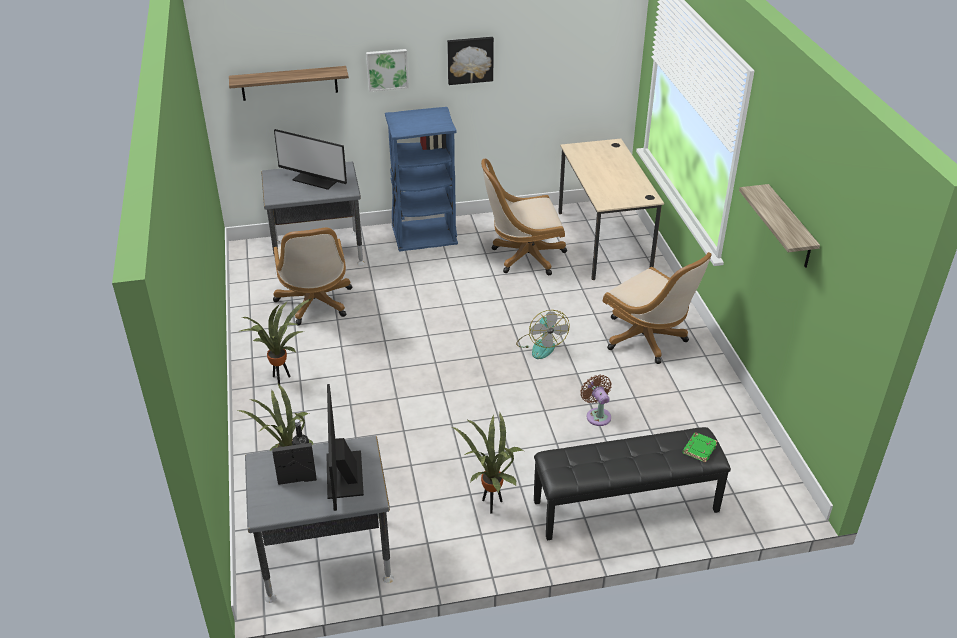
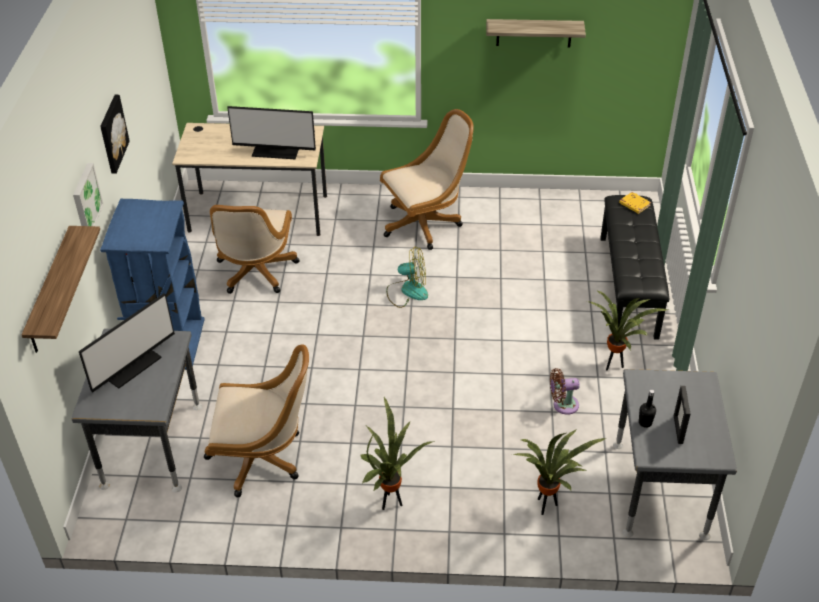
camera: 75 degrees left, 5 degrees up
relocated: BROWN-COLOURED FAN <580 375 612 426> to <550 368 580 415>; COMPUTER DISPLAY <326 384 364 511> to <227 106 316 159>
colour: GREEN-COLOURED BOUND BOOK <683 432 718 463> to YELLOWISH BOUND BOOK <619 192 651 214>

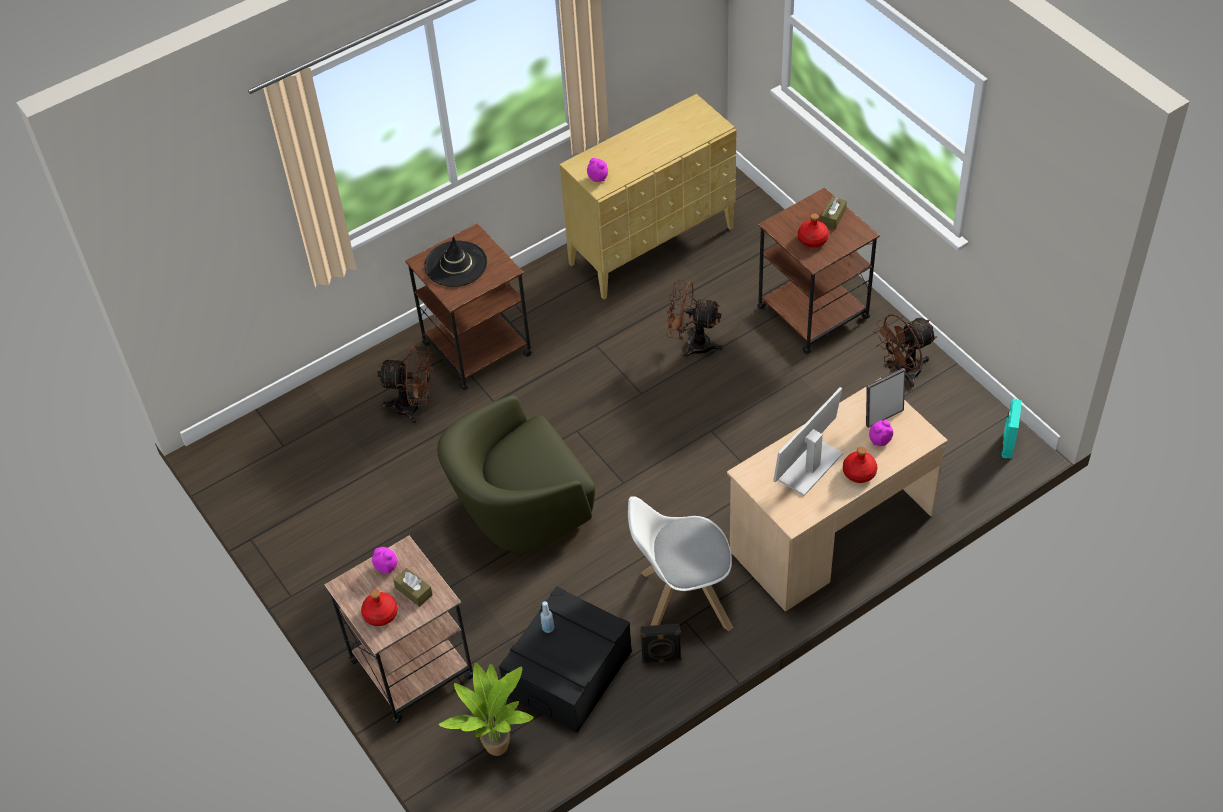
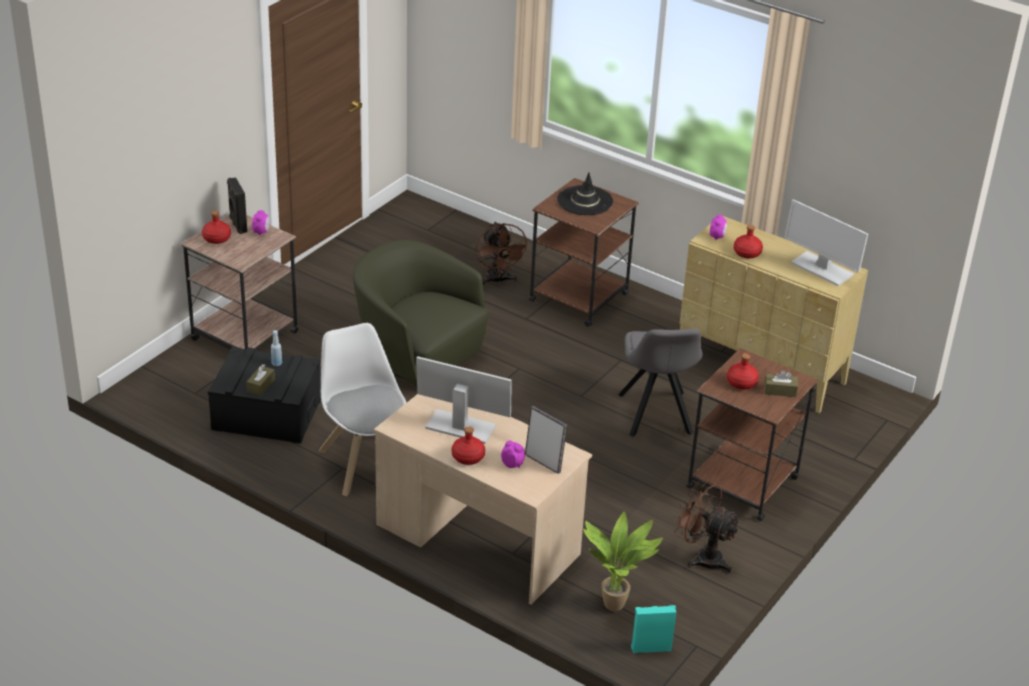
camera: 65 degrees right, 15 degrees down
appeared: COMPUTER DISPLAY <784 199 868 286>; REDDISH BOTTLE <734 225 763 258>
relocated: BROWN-COLOURED TISSUE HOLDER <393 568 433 607> to <246 364 275 396>; BLACK SPEAKER <640 624 681 663> to <227 177 247 234>; HOUSEPLANT <439 663 534 756> to <583 512 663 612>
exchanged: BROWN-COLOURED FAN <665 280 723 359> to GREYISH PLAIN CHAIR <618 328 703 437>

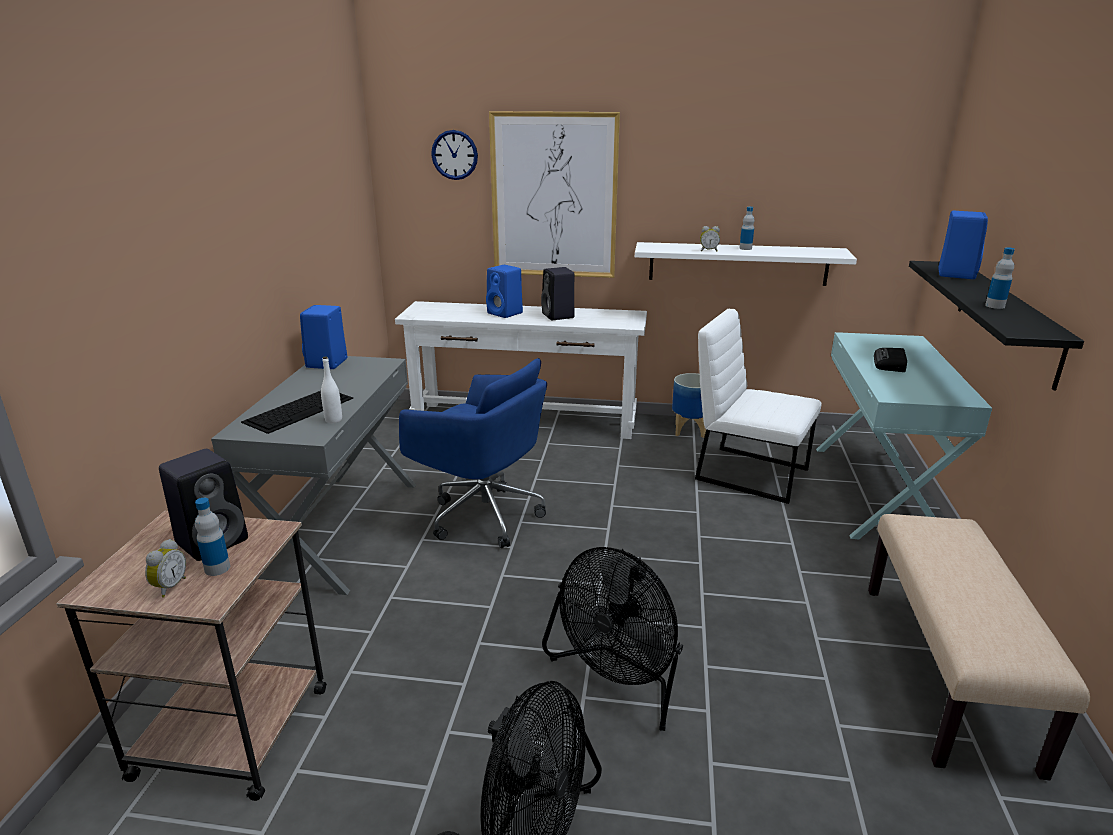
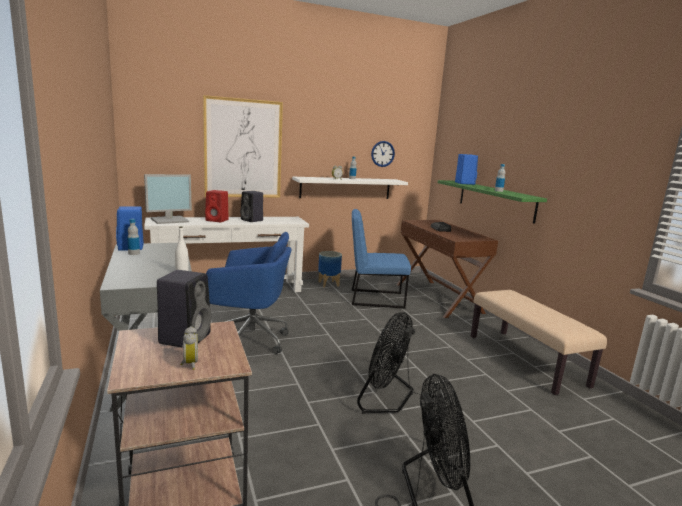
camera: 30 degrees left, 10 degrees down
missing: KEYBOARD <241 391 353 434>
appeared: COMPUTER DISPLAY <144 174 192 224>
relocated: HANGING CLOCK <431 130 478 180> to <371 141 395 167>; BOTTLE <195 498 230 576> to <127 219 140 255>
colour: BLACK WALL SHELF <909 261 1084 390> to GREEN-COLOURED WALL SHELF <438 180 547 224>; BLUISH SPEAKER <486 265 523 318> to REDDISH SPEAKER <205 190 229 222>; WHITE PLAIN CHAIR <695 309 822 504> to BLUISH PLAIN CHAIR <352 209 411 309>; TURQUOISE DESK UNIT <816 332 992 539> to BROWN-COLOURED DESK UNIT <396 220 498 318>
spun: BLACK FAN <542 547 683 731> = <357 312 446 414> 105 degrees clockwise

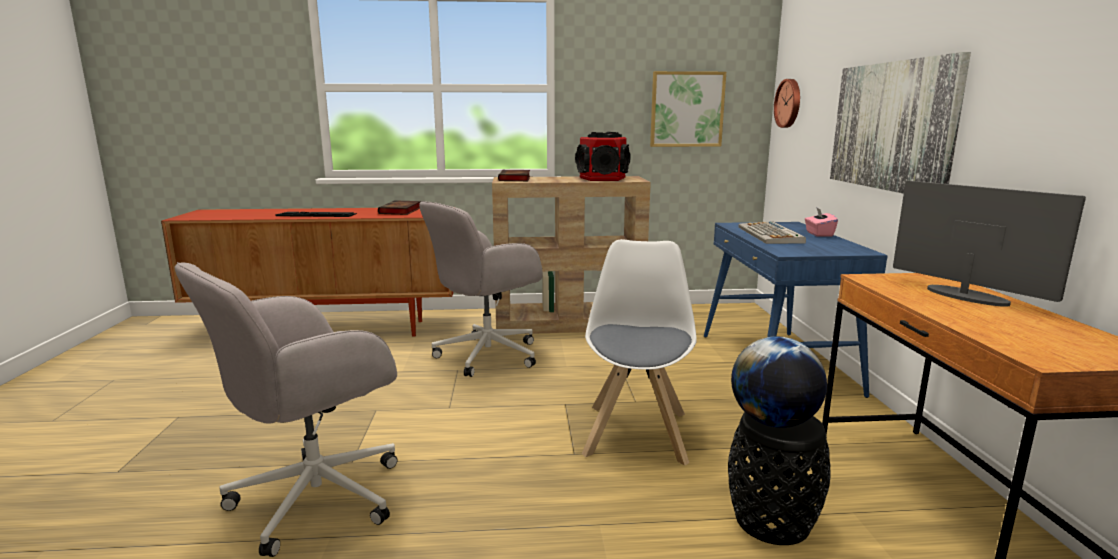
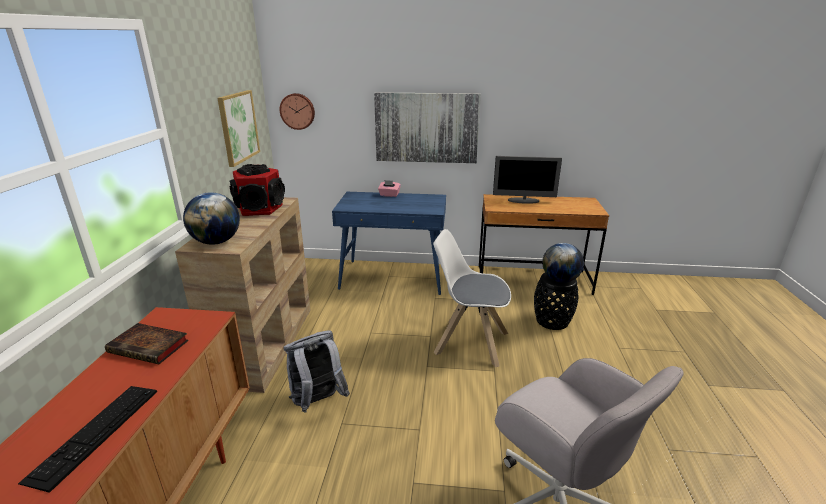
camera: 80 degrees left, 10 degrees up
missing: KEYBOARD <739 221 806 244>
exchanged: BOUND BOOK <498 170 530 181> to DESK GLOBE <183 192 240 245>; GREYISH DESK CHAIR <419 201 543 377> to GREYISH BACKPACK <284 330 350 413>
spun: COMPUTER DISPLAY <893 181 1086 307> = <493 156 562 204> 150 degrees counterclockwise

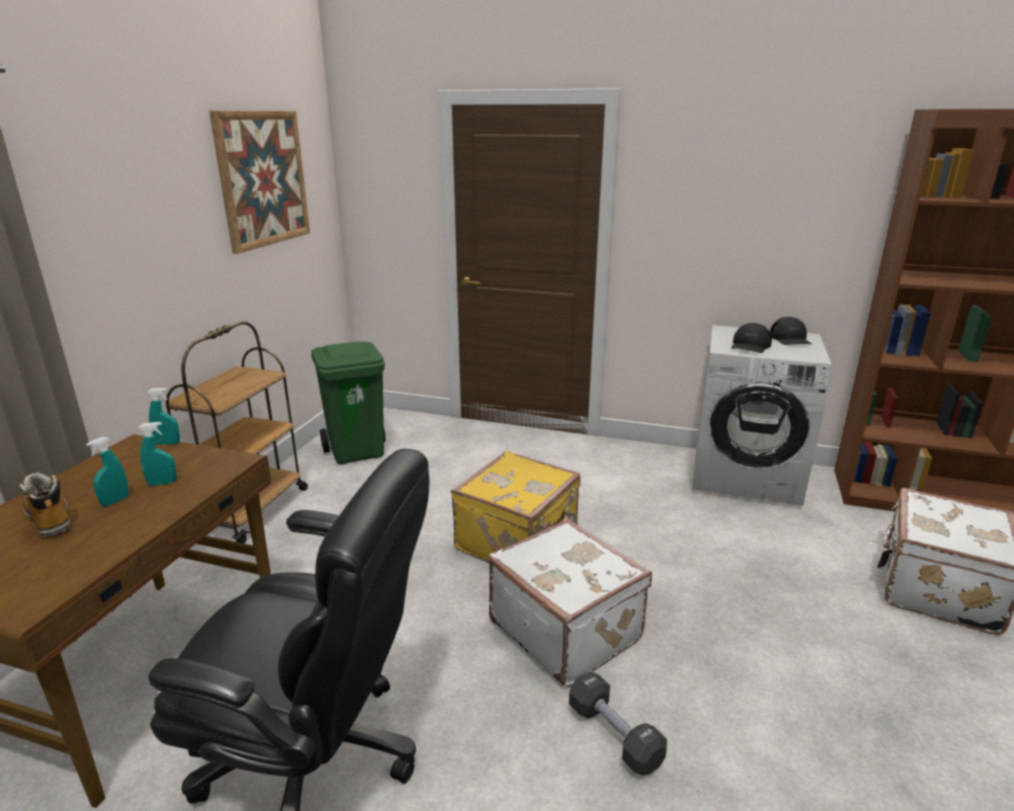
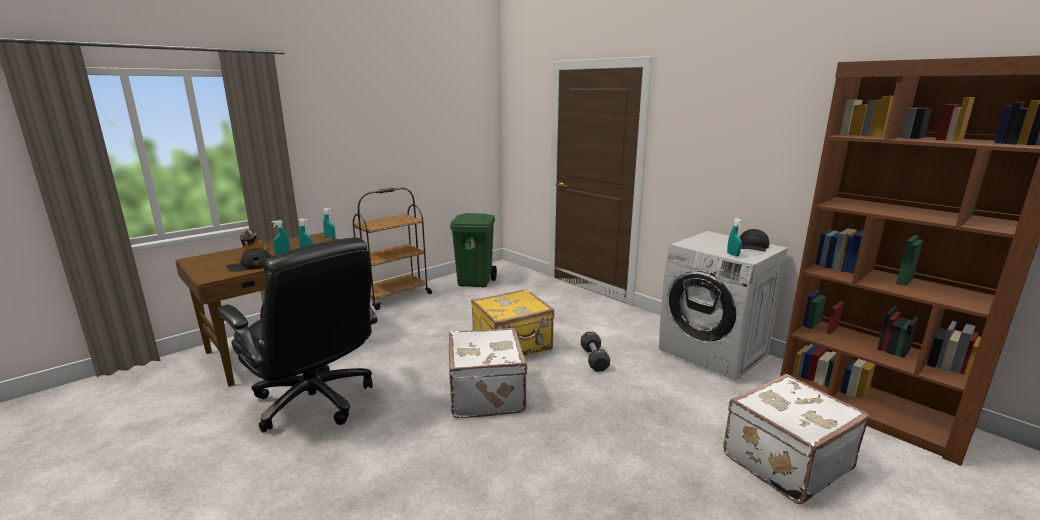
camera: 30 degrees right, 5 degrees down
missing: WALL PICTURE <209 111 310 254>
appeared: TURQUOISE SPRAY BOTTLE <727 218 743 256>
relocated: BLACK CAP <731 323 772 353> to <226 248 271 272>; BLACK FREE WEIGHT <569 671 667 775> to <581 332 610 372>

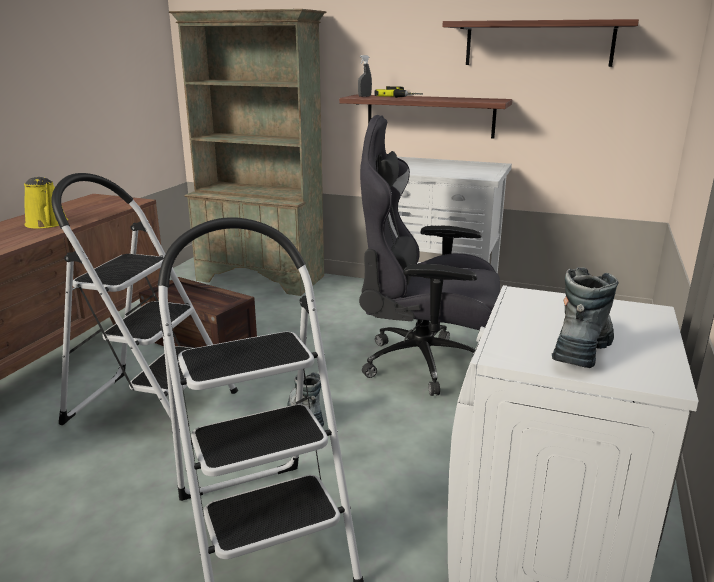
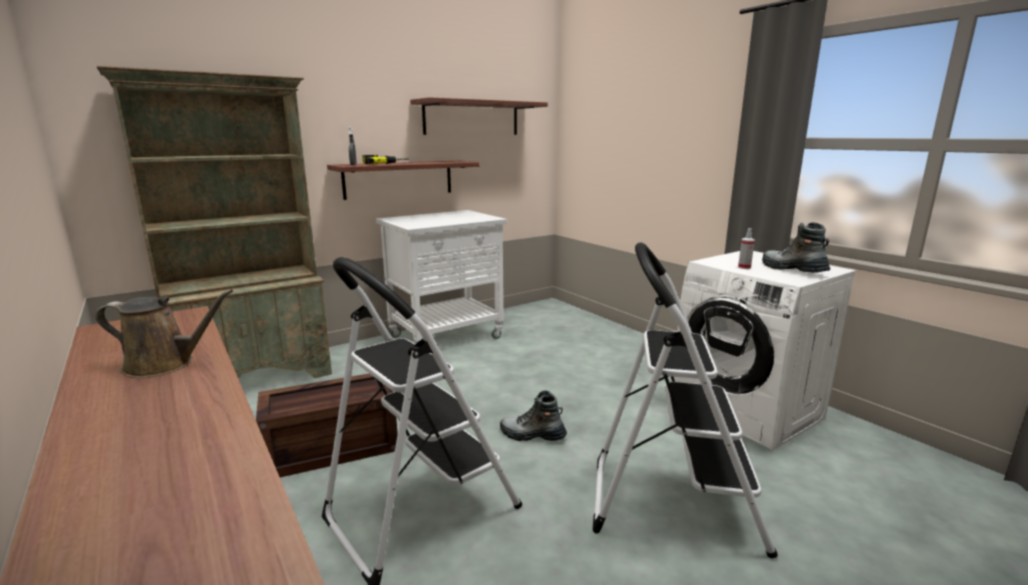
camera: 55 degrees left, 5 degrees down
missing: BLACK DESK CHAIR <359 115 500 396>
appeared: SPRAY BOTTLE <738 228 755 269>
colour: YELLOWISH WATERING POT <24 177 68 229> to BROWN-COLOURED WATERING POT <96 289 233 378>

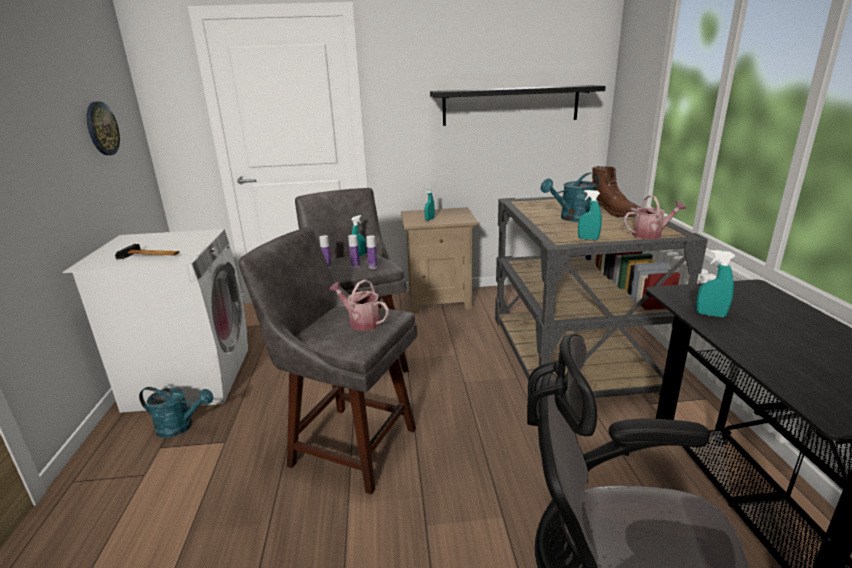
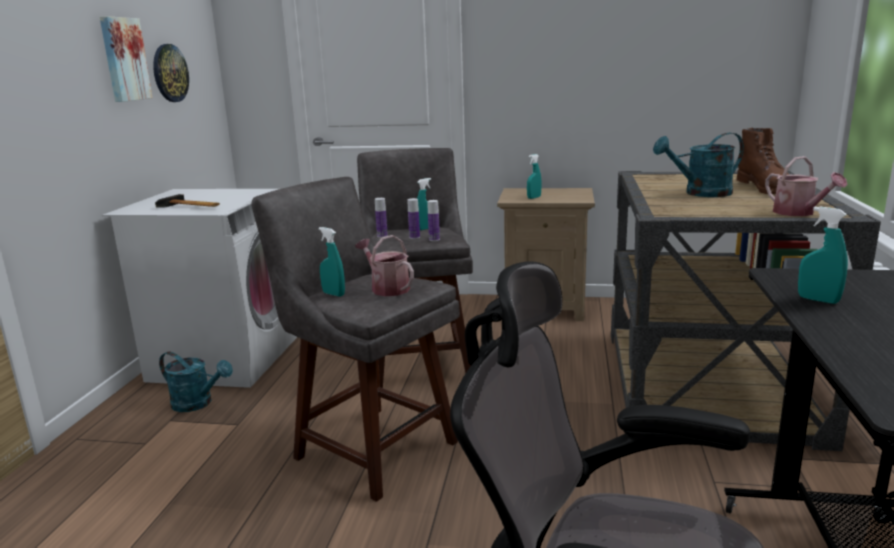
camera: 15 degrees right, 5 degrees down
missing: BLACK WALL SHELF <430 85 606 126>
appeared: WALL PICTURE <100 16 153 102>
relocated: TURQUOISE SPRAY BOTTLE <578 190 602 240> to <319 227 345 297>
spun: WATERING POT <623 195 686 239> = <765 156 848 216> 60 degrees clockwise

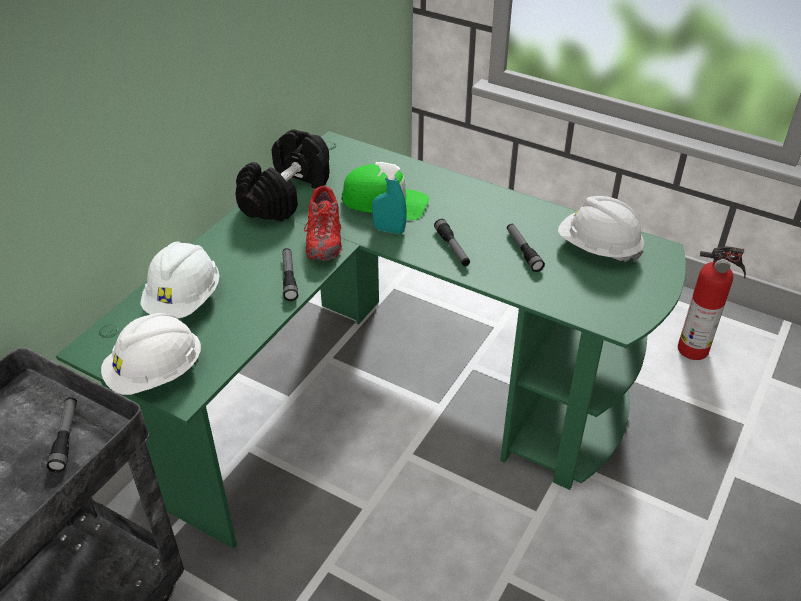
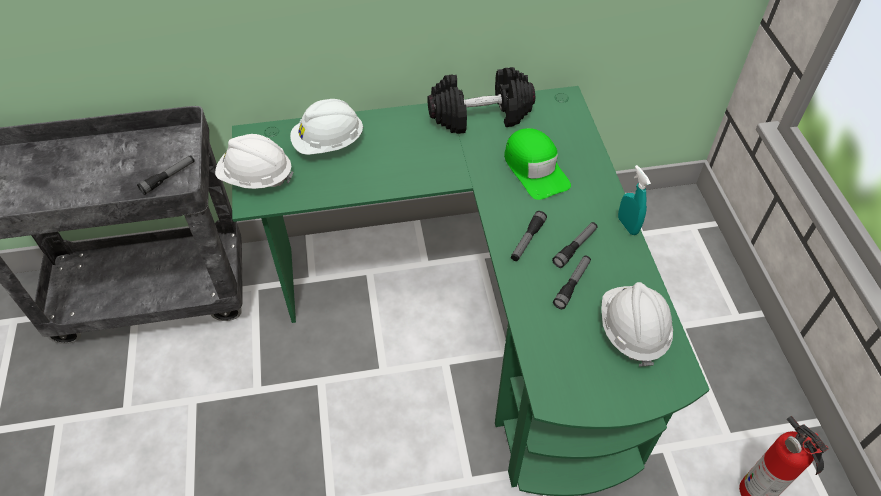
camera: 50 degrees right, 10 degrees up
missing: REDDISH LOW SHOE <304 186 342 261>
relocated: TURQUOISE SPRAY BOTTLE <372 162 407 234> to <618 165 651 235>; HAND TORCH <282 248 298 301> to <552 222 598 268>

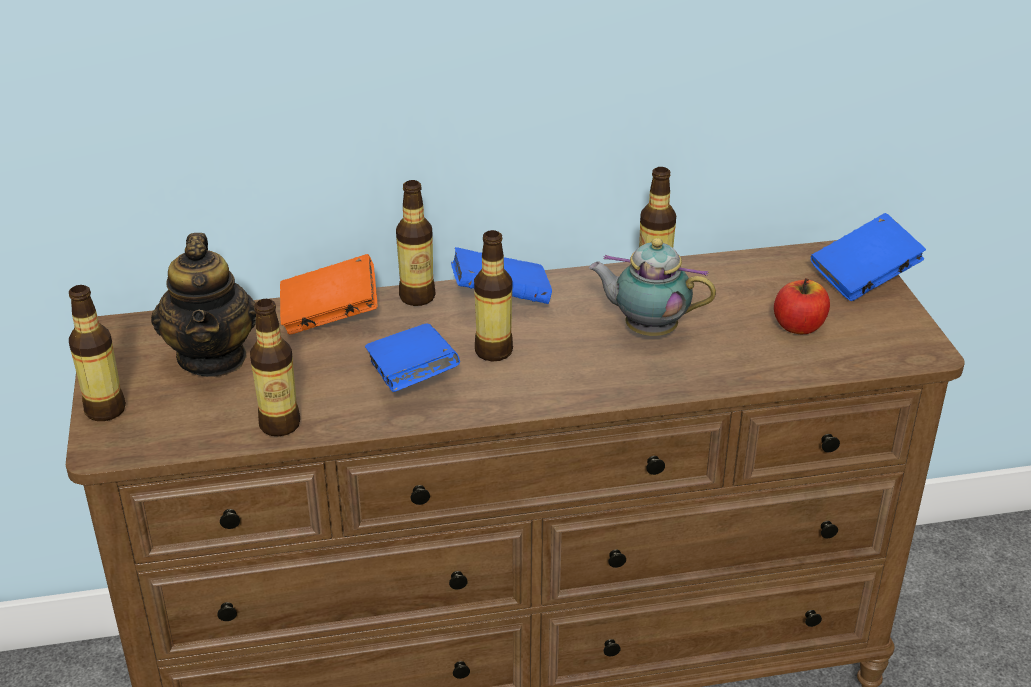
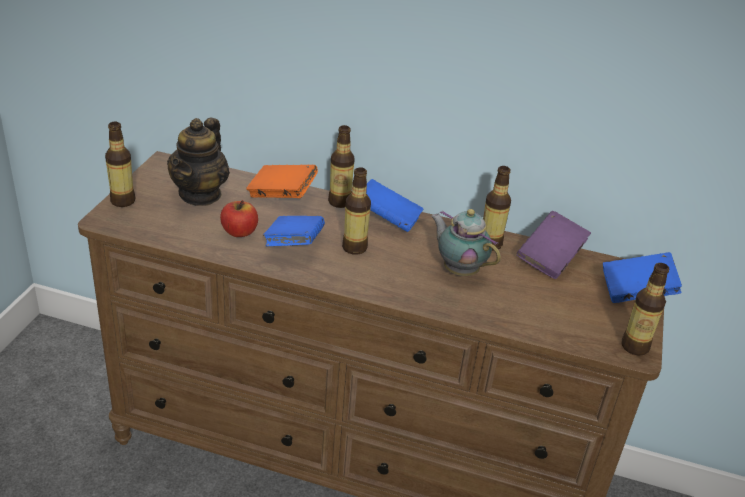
camera: 25 degrees right, 0 degrees up
appeared: PURPLE-COLOURED BOUND BOOK <517 211 591 279>
relocated: APPLE FRUIT <774 278 830 335> to <220 200 258 237>; BOTTLE <250 299 300 436> to <621 263 669 356>

